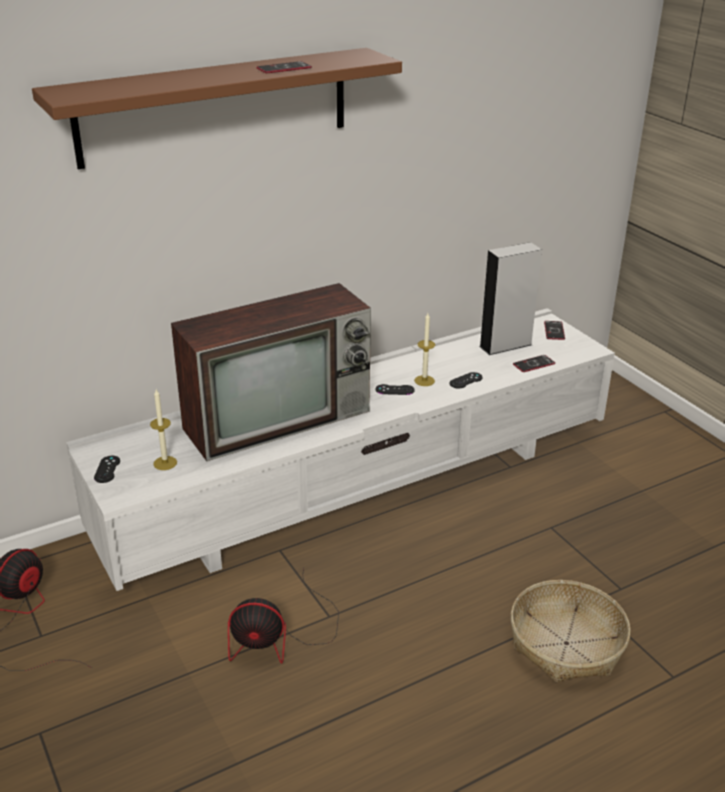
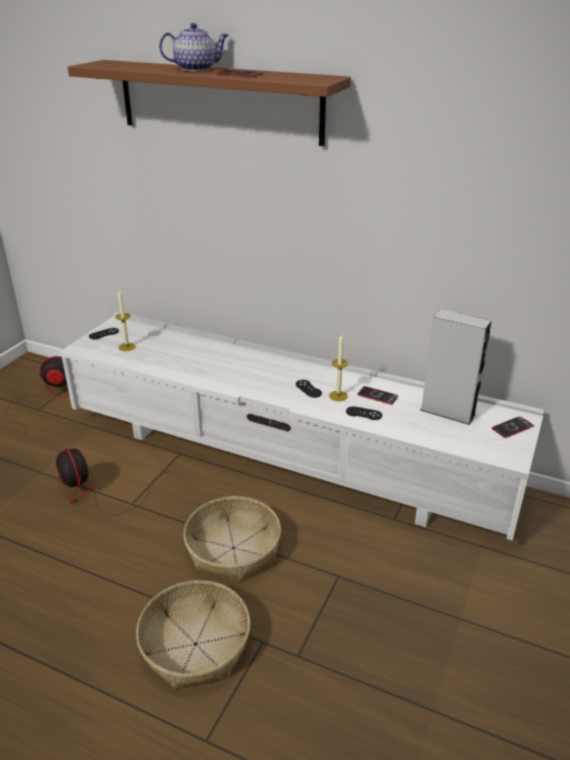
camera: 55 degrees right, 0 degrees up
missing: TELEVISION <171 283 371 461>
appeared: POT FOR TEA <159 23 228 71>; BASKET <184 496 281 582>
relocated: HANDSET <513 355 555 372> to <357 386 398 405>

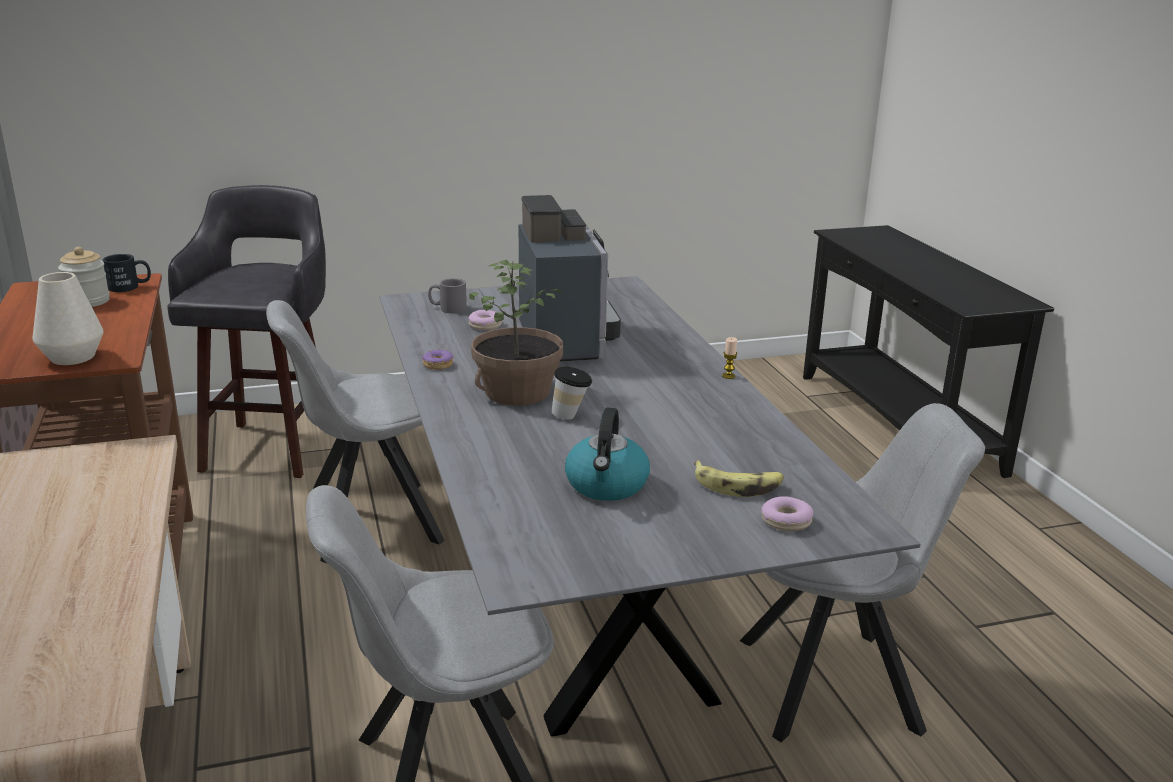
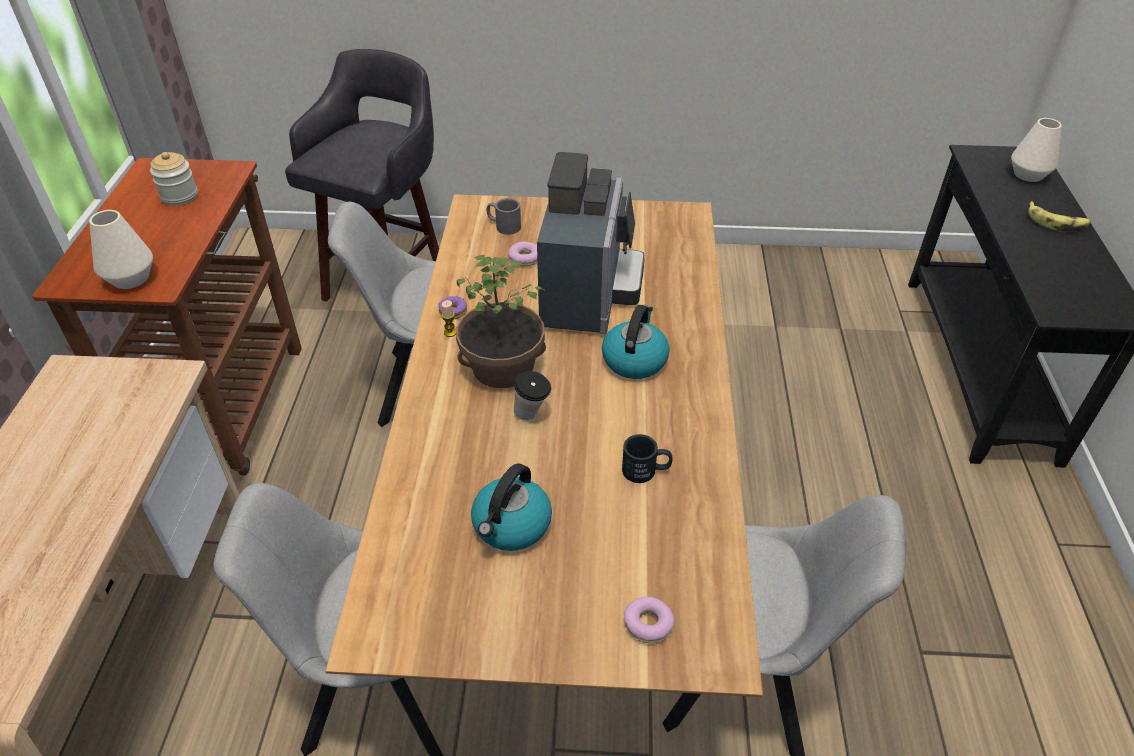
camera: 20 degrees right, 20 degrees up
appeared: WHITE DECORATIVE VASE <1011 118 1062 182>; KETTLE <602 305 670 379>
relocated: BLACK MUG <103 254 151 292> to <622 434 673 483>; CANDLE <722 337 738 379> to <442 300 456 337>; WHOLE BANANA <694 460 784 497> to <1028 201 1091 232>
colour: GREYISH DINING TABLE <379 276 921 737> to BROWN-COLOURED DINING TABLE <325 194 763 697>

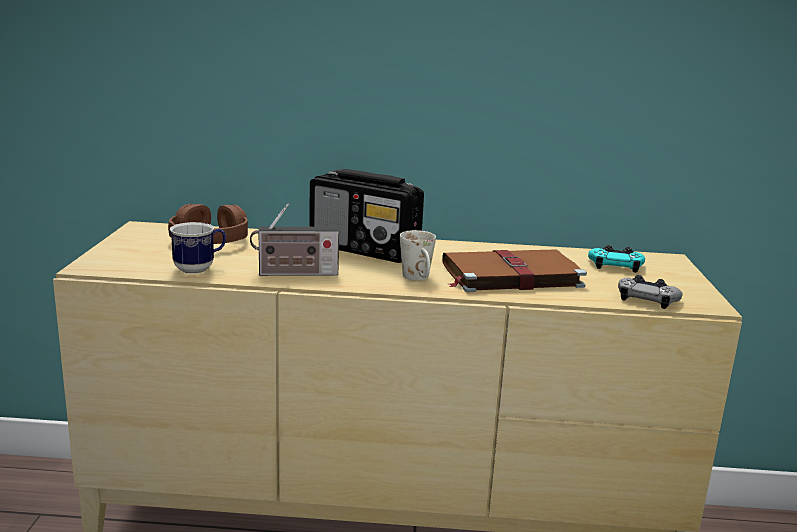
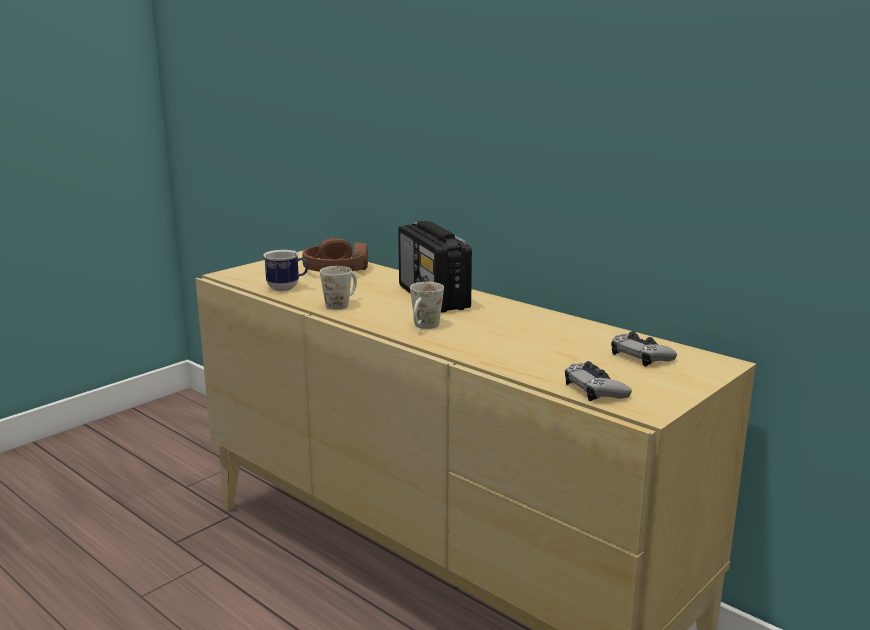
camera: 40 degrees right, 0 degrees up
missing: BROWN-COLOURED BOUND BOOK <442 250 587 292>
exchanged: RADIO <250 203 339 276> to WHITE MUG <320 266 357 310>
colour: TURQUOISE GAME CONTROLLER <588 245 645 273> to GREYISH GAME CONTROLLER <611 331 677 366>

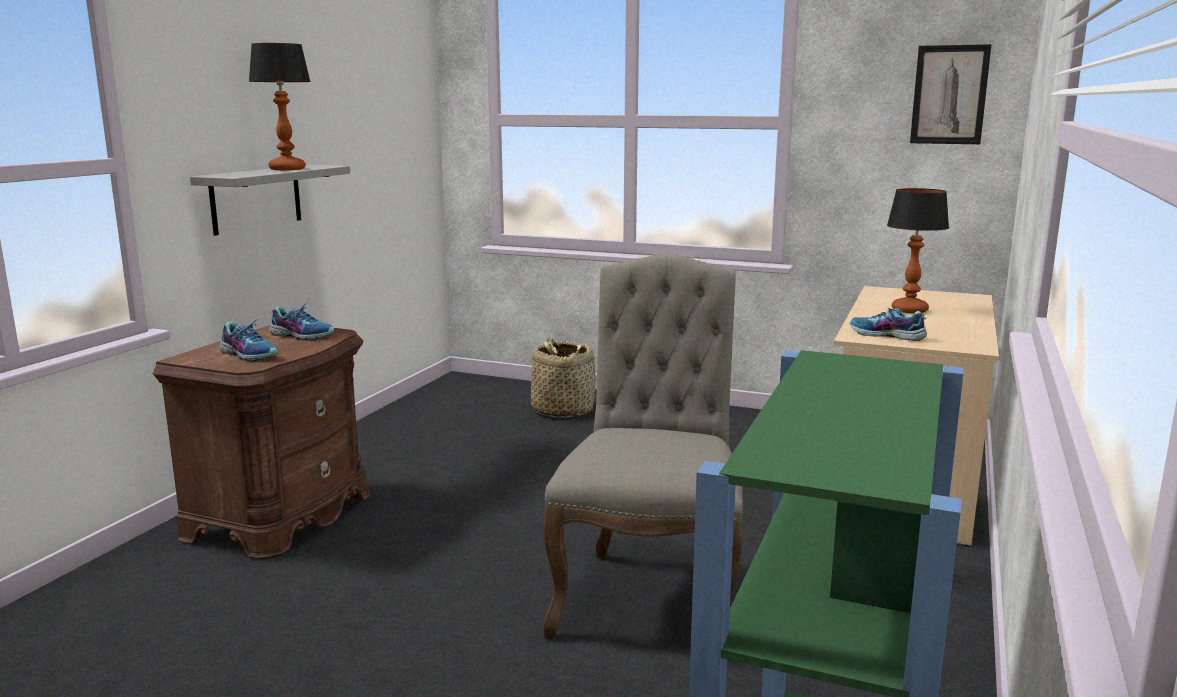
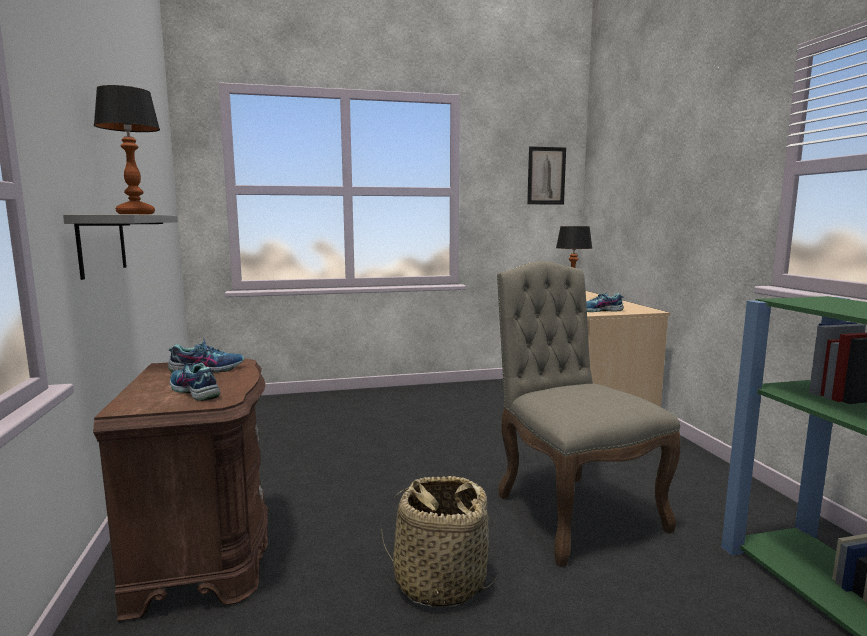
camera: 35 degrees left, 5 degrees down
relocated: BASKET <531 337 596 418> to <381 476 498 608>
spun: LOW SHOE <219 319 279 362> = <170 362 220 401> 135 degrees counterclockwise

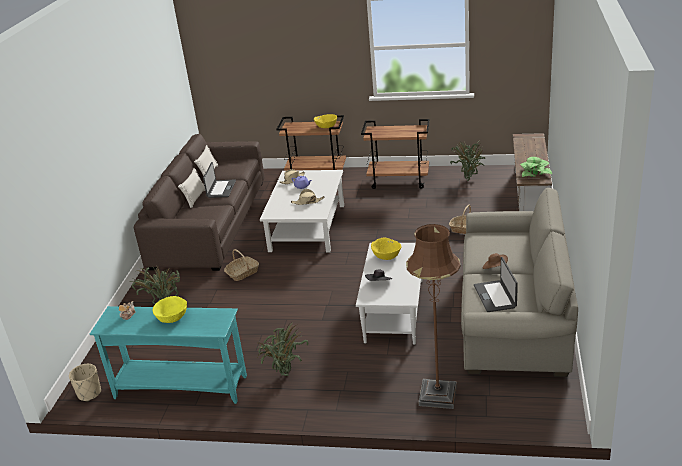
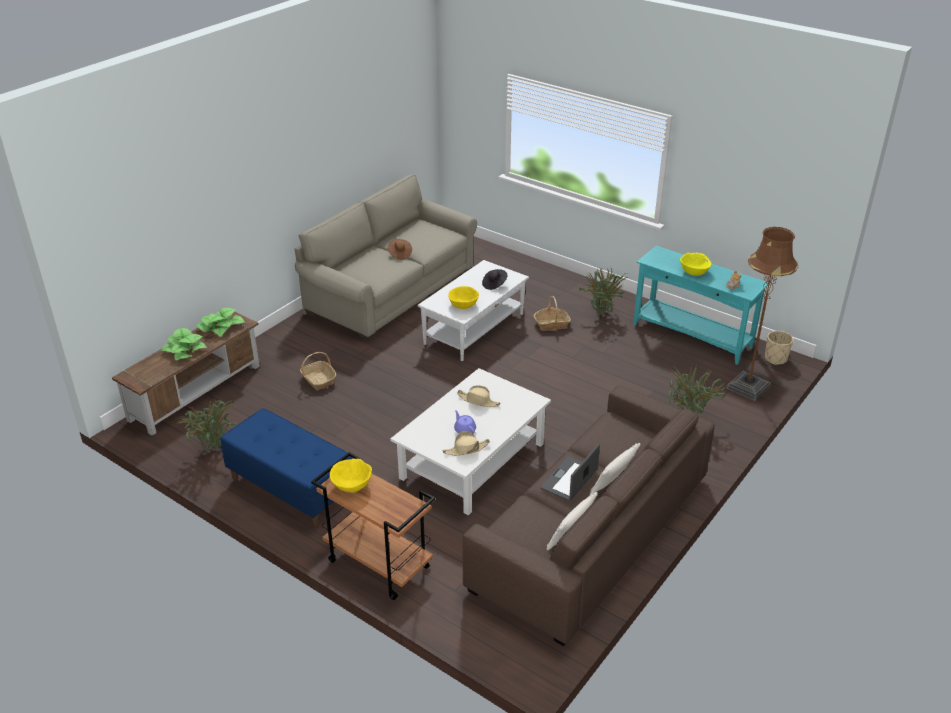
camera: 155 degrees left, 5 degrees up
missing: PORTABLE COMPUTER <474 257 518 312>
appeared: HOUSEPLANT <161 328 207 360>
relocated: BROWN-COLOURED STANDARD LAMP <406 224 461 409> to <727 227 798 401>; BASKET <224 249 259 281> to <534 296 571 330>
exchanged: BROWN-COLOURED TROLLEY <361 119 430 189> to BLUISH INDOOR BENCH <221 408 352 529>

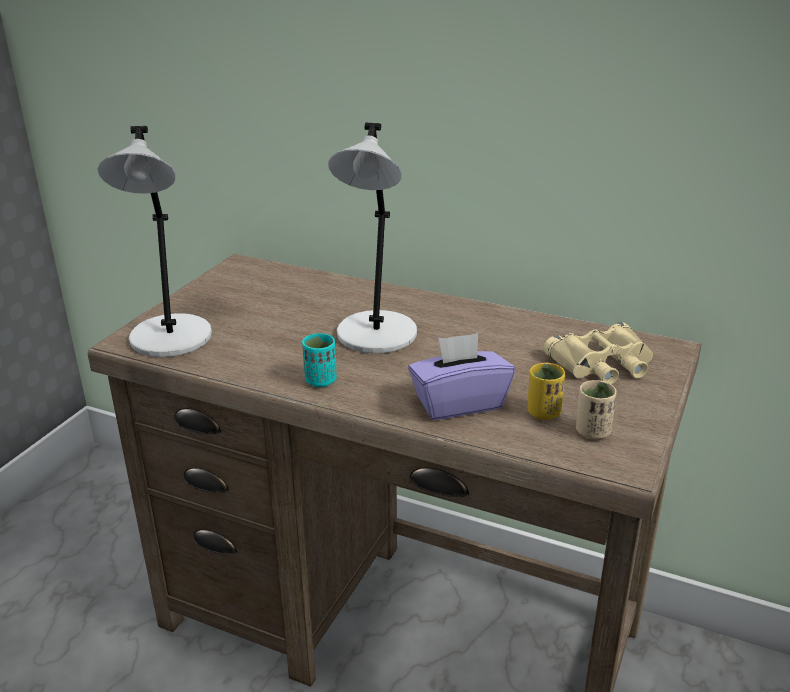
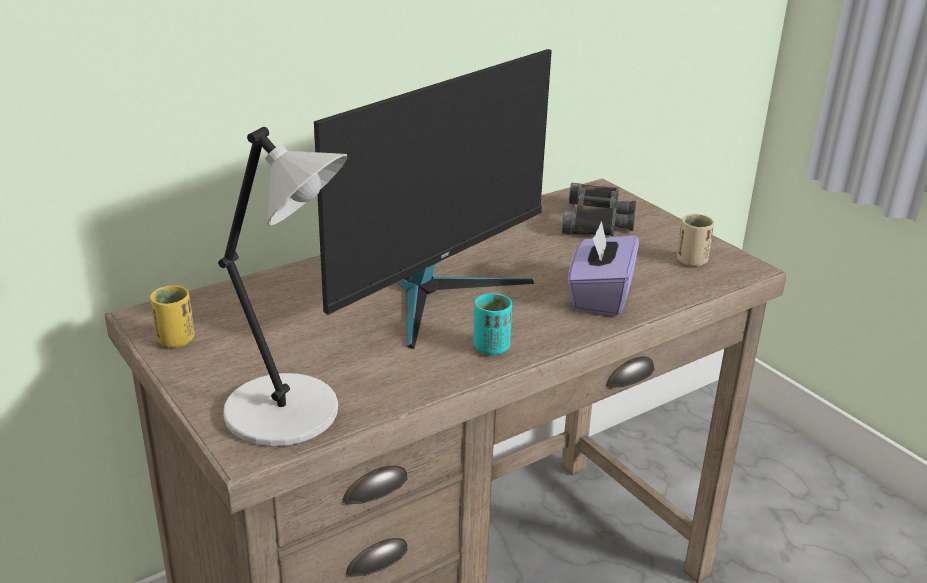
camera: 60 degrees left, 0 degrees up
relocated: YELLOWISH CUP <528 363 565 420> to <150 286 195 348>
exchanged: GREYISH LAMP FOR A TABLE <328 123 417 354> to COMPUTER DISPLAY <314 49 552 349>
colour: BEIGE PAIR OF BINOCULARS <544 322 653 384> to BLACK PAIR OF BINOCULARS <562 183 636 236>

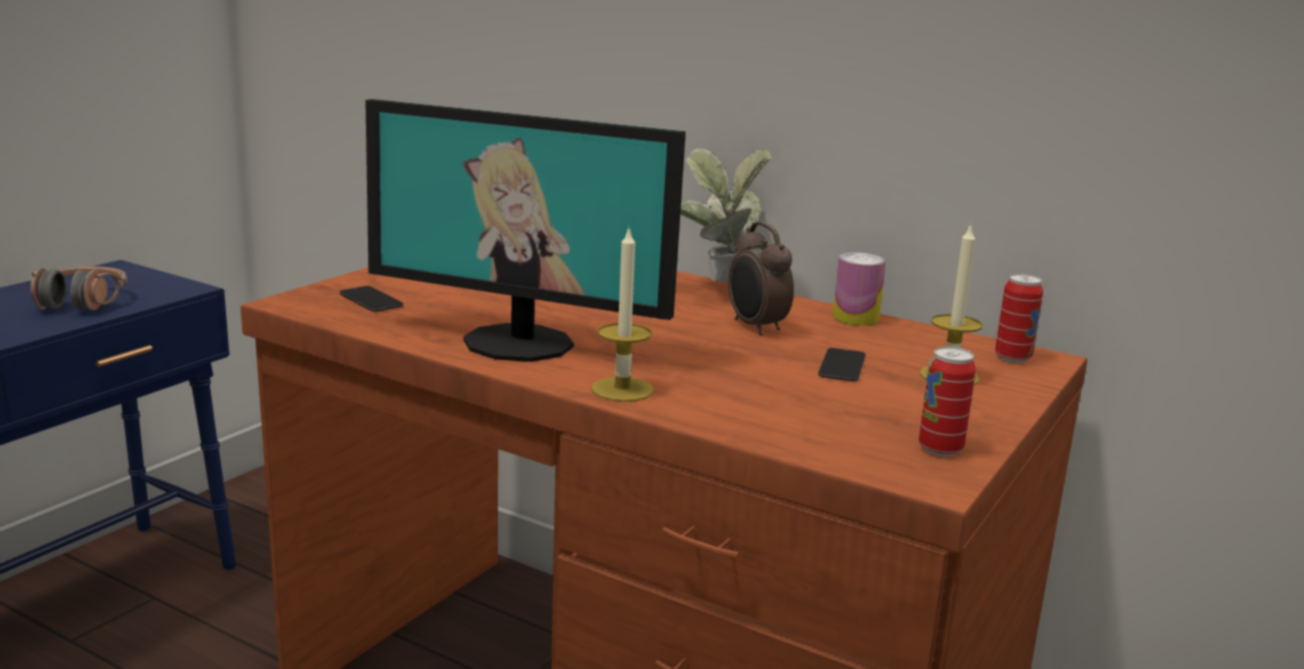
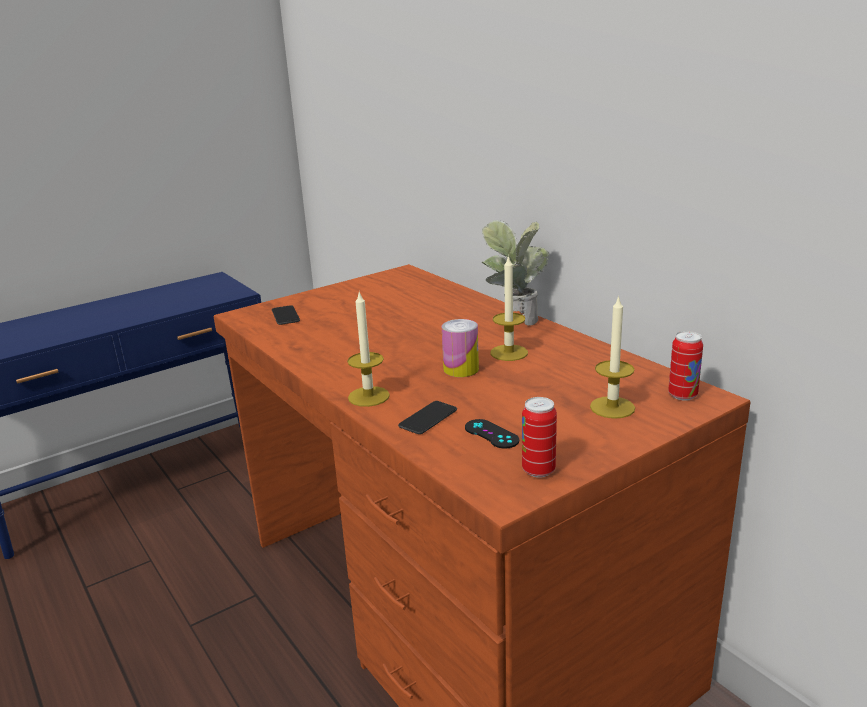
camera: 25 degrees right, 5 degrees up
missing: COMPUTER DISPLAY <365 99 686 362>; PAIR OF HEADPHONES <30 266 127 311>
appeared: BLACK GAME CONTROLLER <465 419 519 449>
relocated: SEALED CAN <833 252 886 326> to <442 319 479 377>; HANDSET <818 348 866 381> to <398 401 457 434>
exchanged: BEDSIDE CLOCK <728 222 794 335> to CANDLE <490 255 528 361>

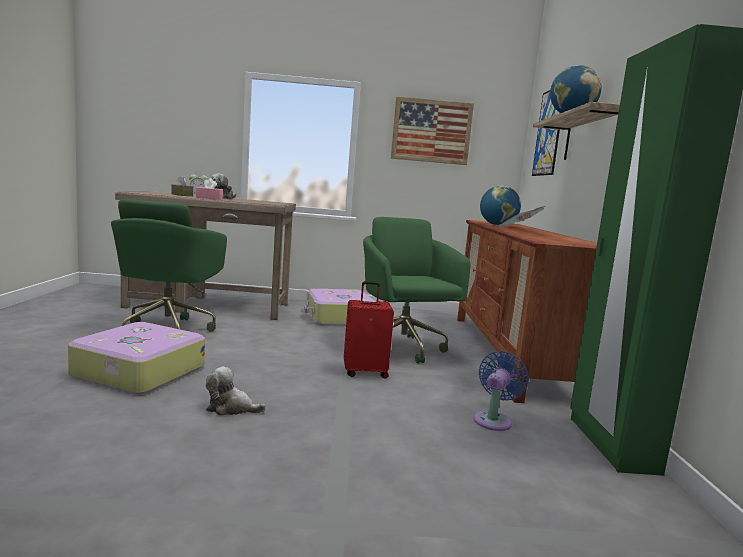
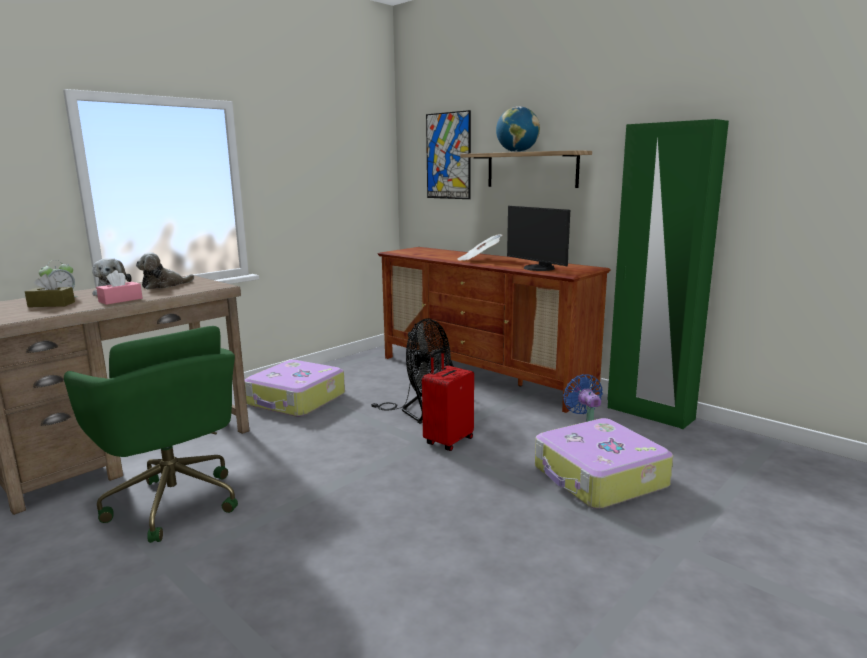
camera: 45 degrees left, 5 degrees up
missing: WALL PICTURE <391 96 474 165>; DESK GLOBE <480 186 521 226>
appeared: COMPUTER DISPLAY <507 206 570 271>
relocated: PIECE OF LUGGAGE <68 322 205 394> to <535 418 673 509>; SOFT TOY <206 367 266 416> to <136 252 194 289>
exchanged: GREEN-COLOURED DESK CHAIR <363 217 471 363> to BLACK FAN <371 318 454 424>

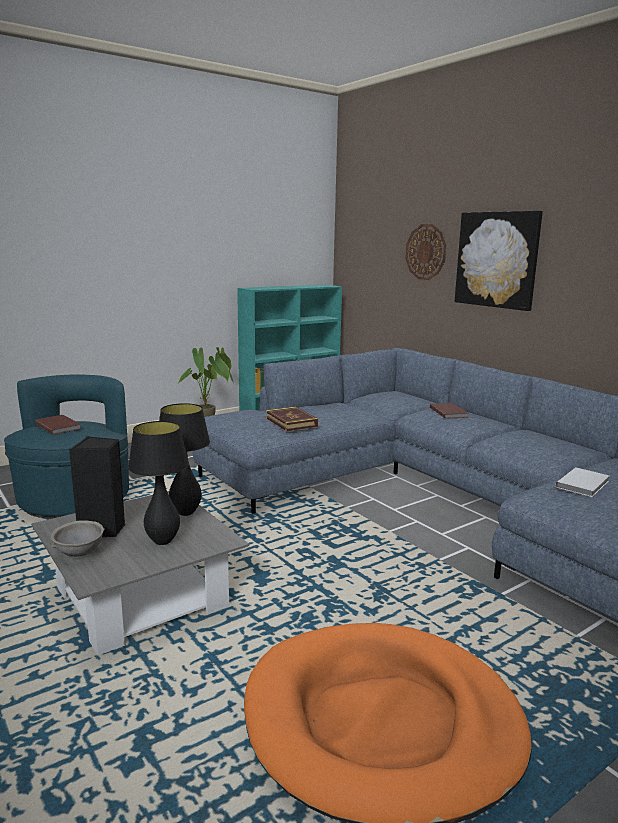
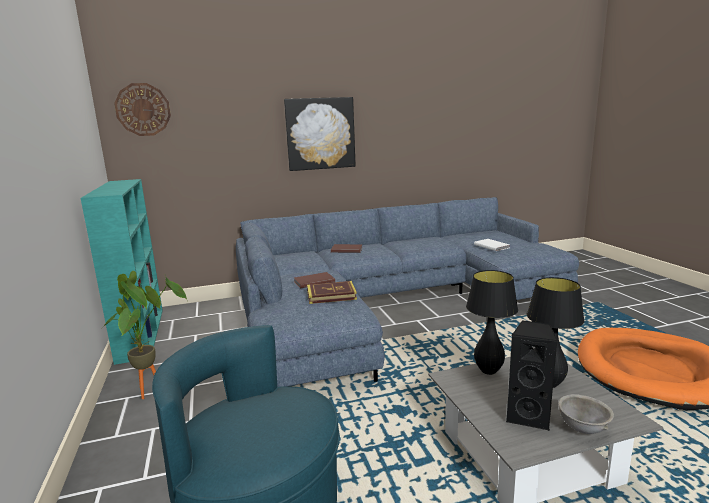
camera: 70 degrees left, 0 degrees up
relocated: HANGING CLOCK <405 224 446 280> to <114 83 171 136>; BROWN-COLOURED BOUND BOOK <35 415 81 435> to <294 272 335 289>

